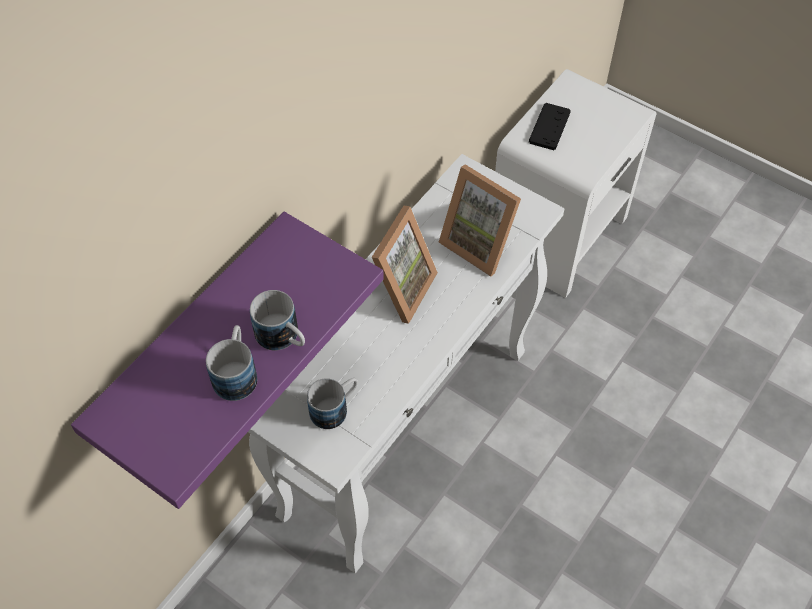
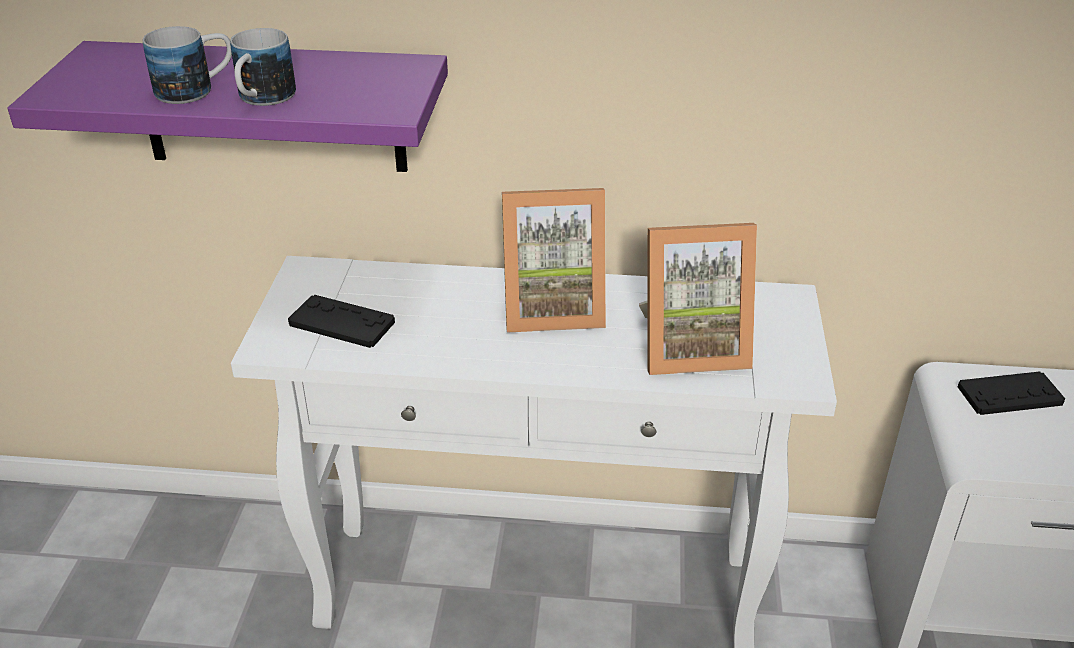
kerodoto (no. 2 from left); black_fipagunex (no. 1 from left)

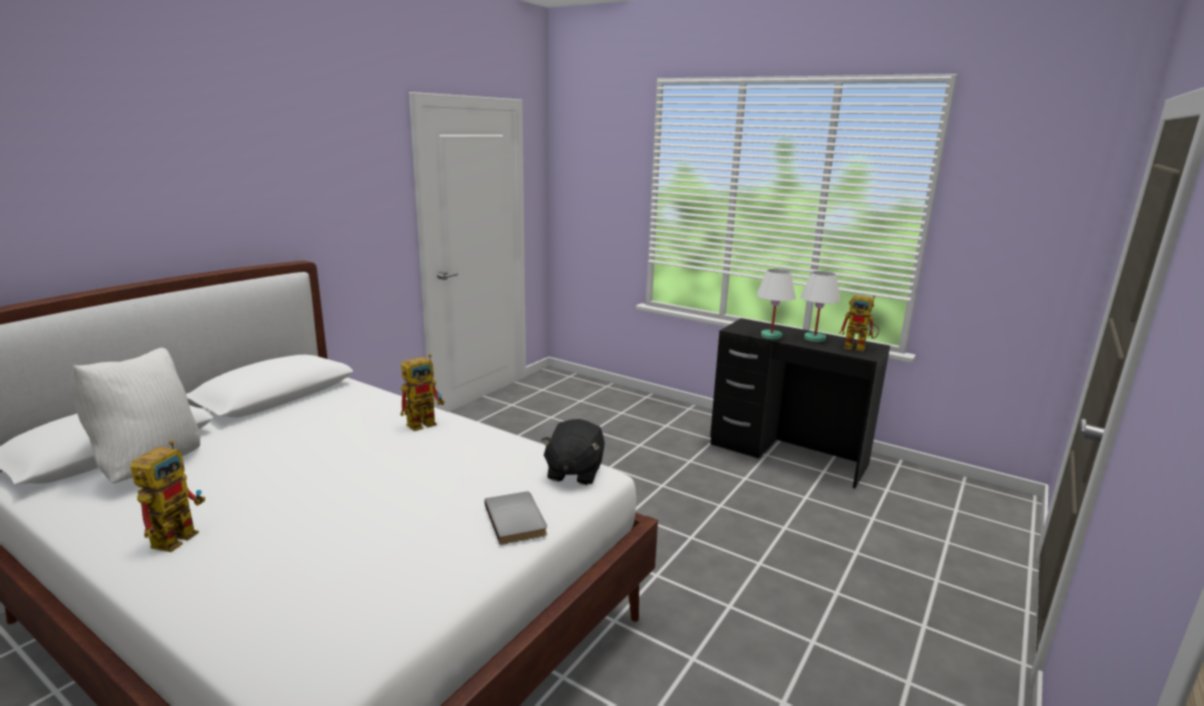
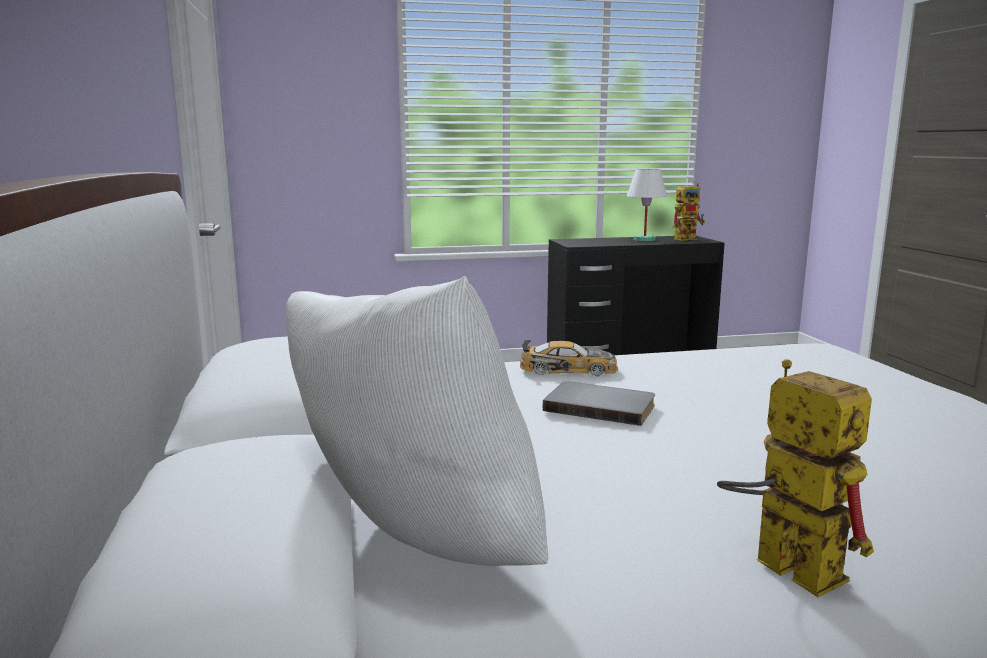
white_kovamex (no. 1 from left in the first image); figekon; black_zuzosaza; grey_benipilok

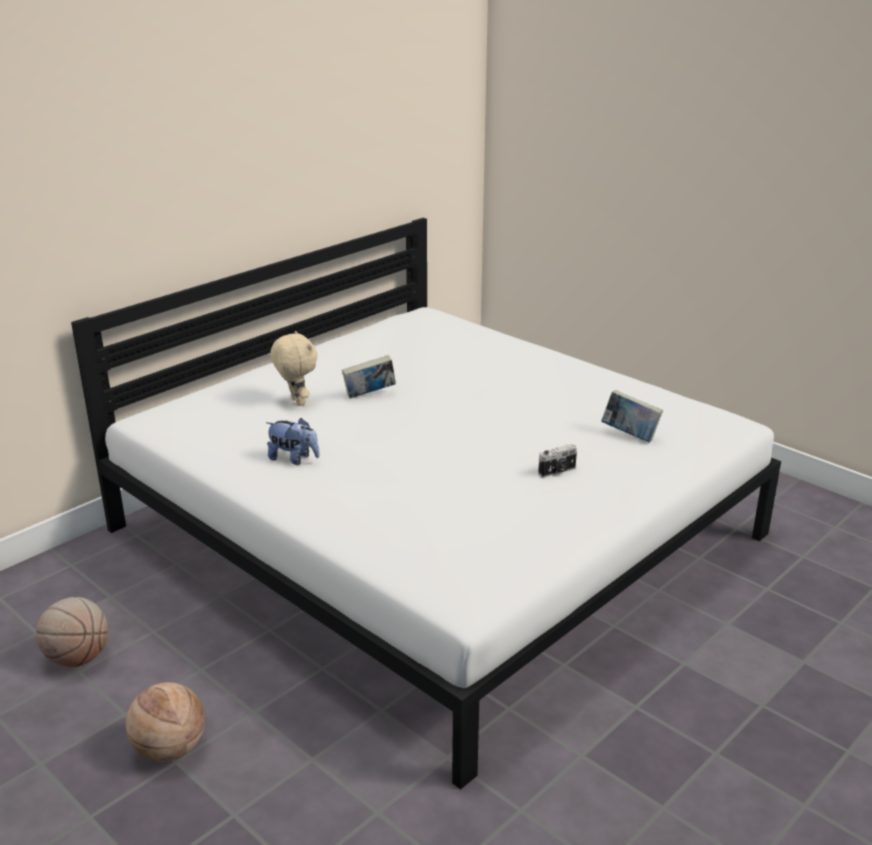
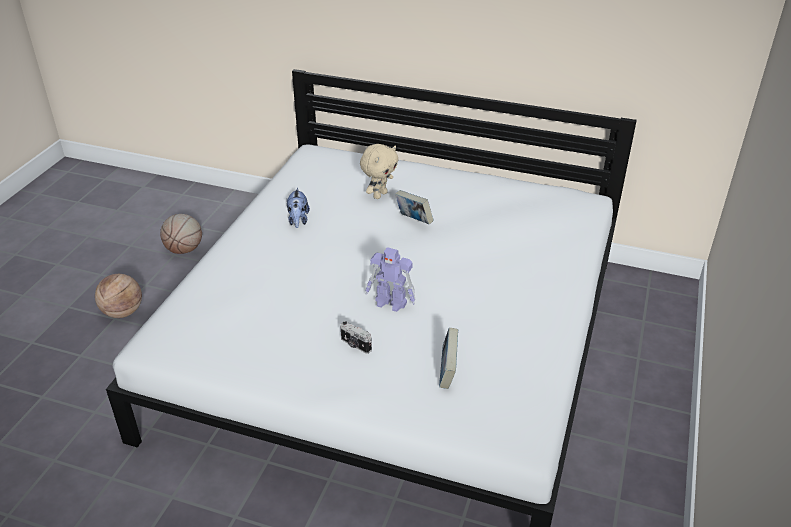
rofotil

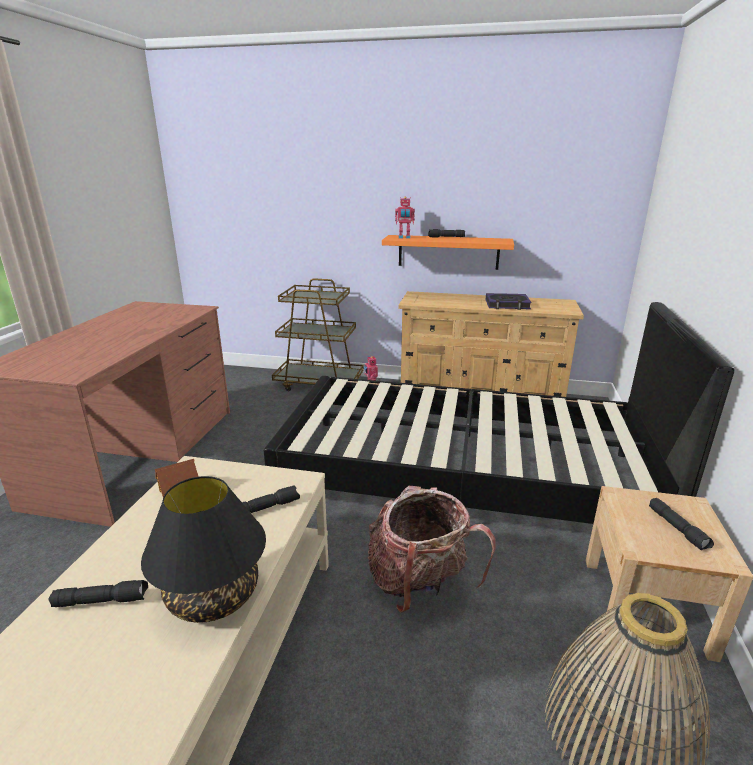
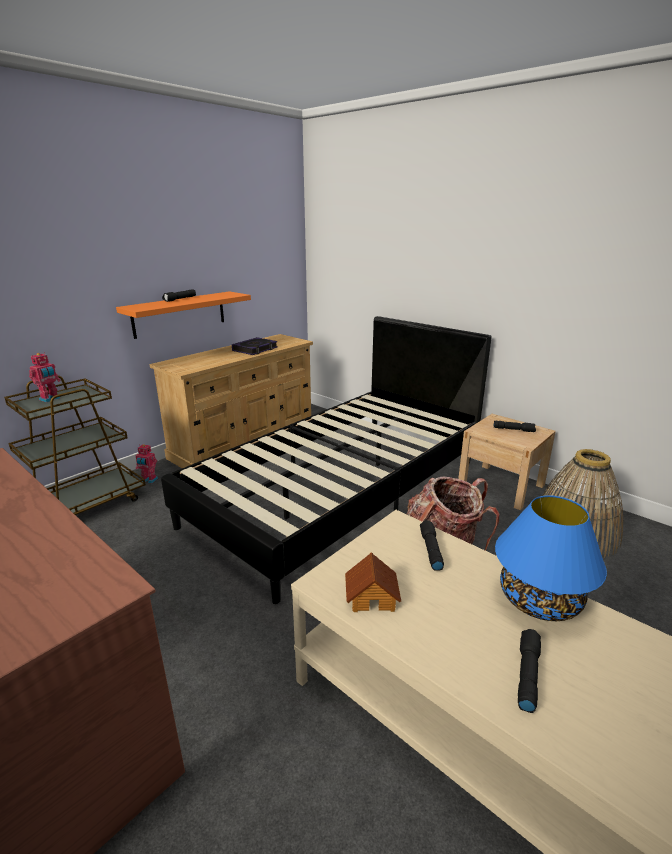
rofotil (no. 1 from left); blue_kovamex

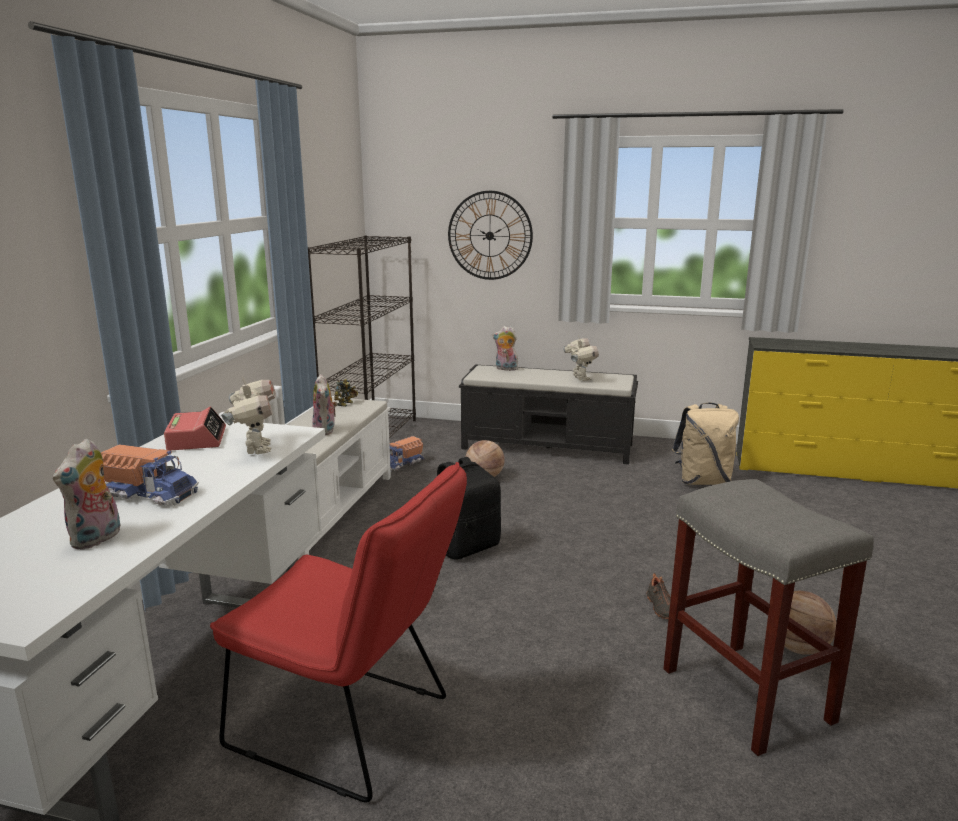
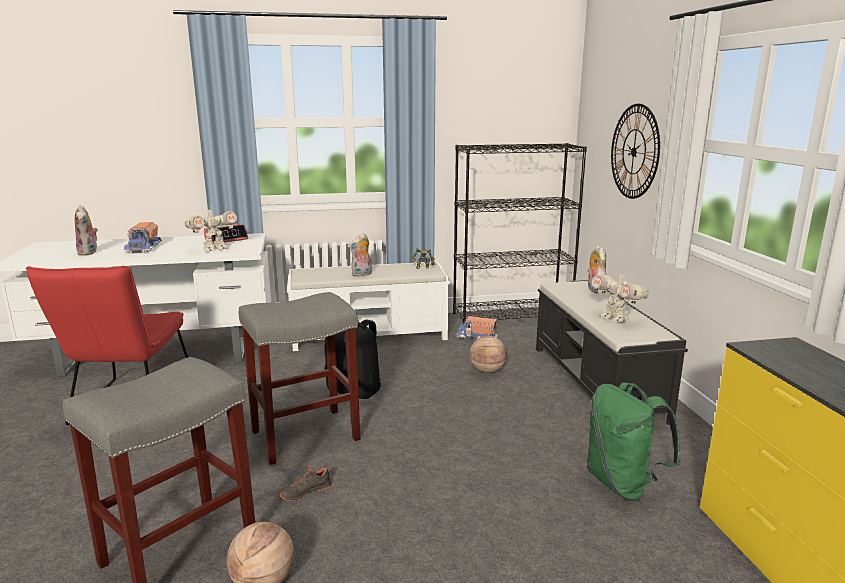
rofotil (no. 3 from left); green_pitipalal; zuzosaza (no. 1 from left); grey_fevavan (no. 2 from left)

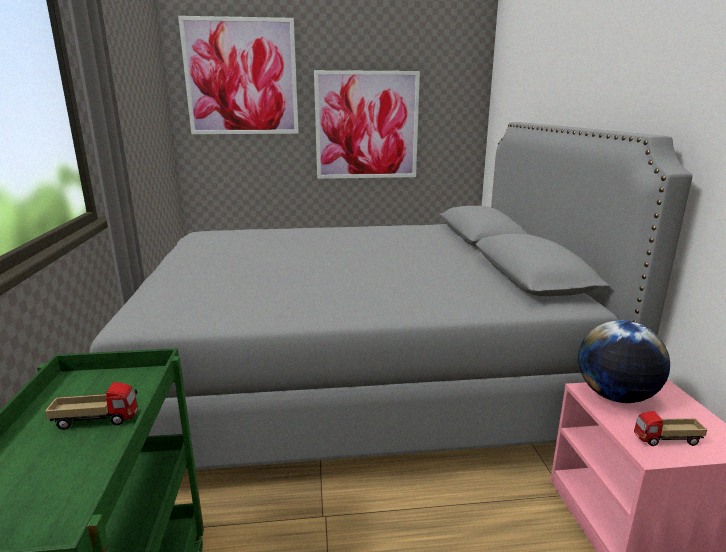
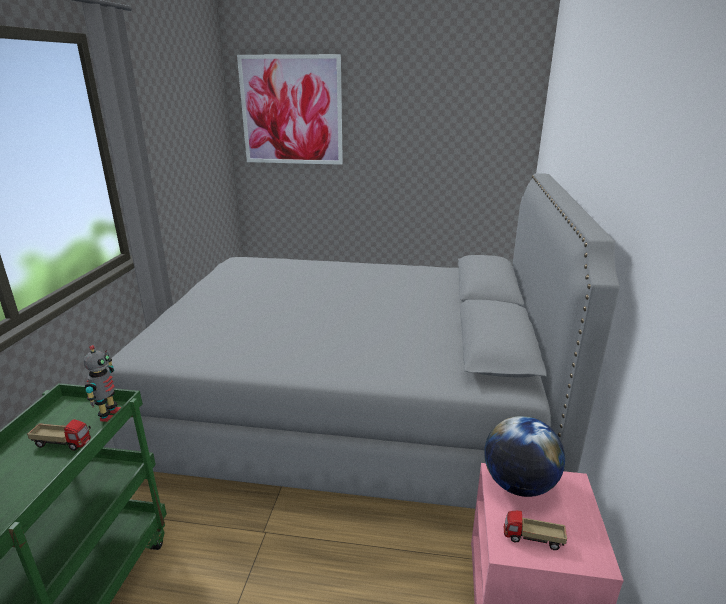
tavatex (no. 2 from left in the first image); rofotil

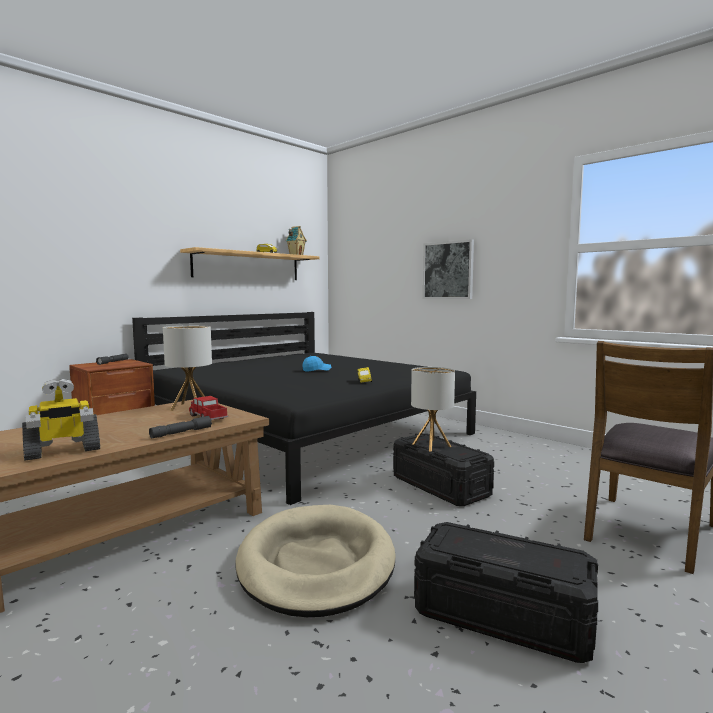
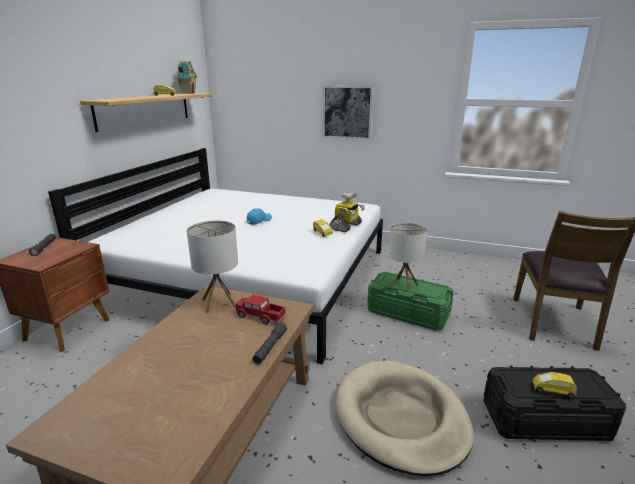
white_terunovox; rofotil; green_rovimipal; yellow_figekon (no. 3 from left)

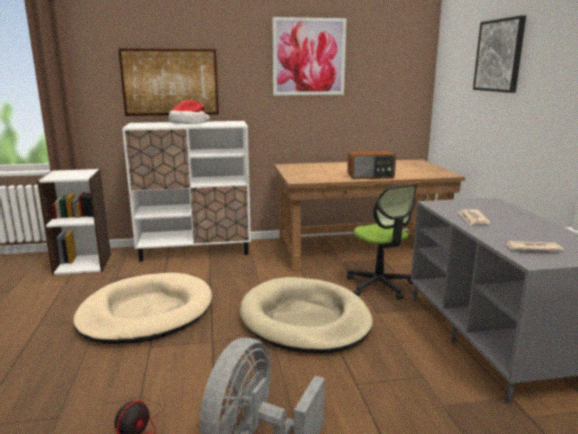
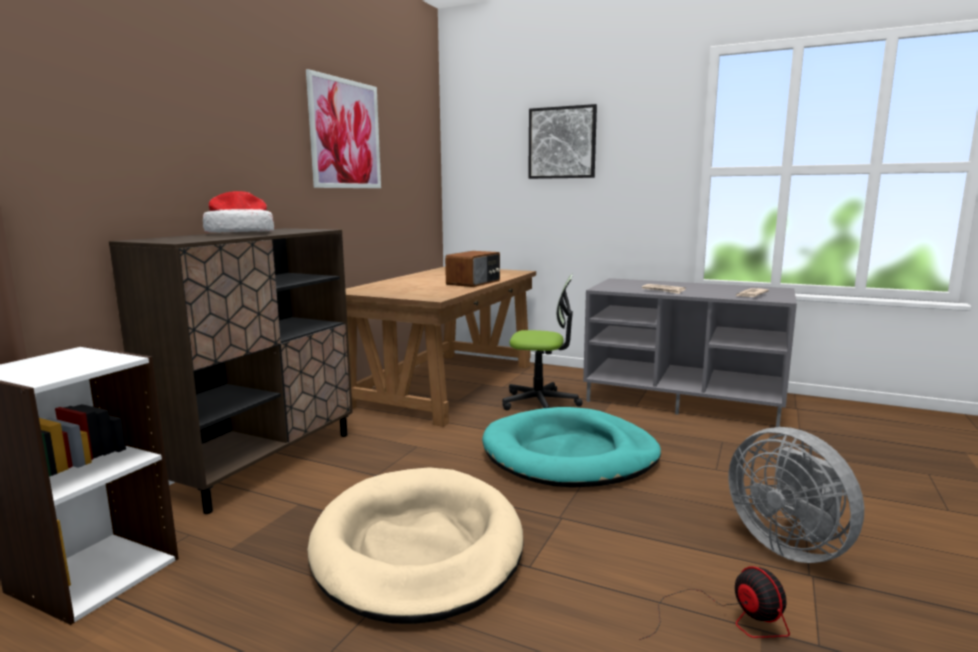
tavatex (no. 1 from left in the first image); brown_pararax; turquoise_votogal

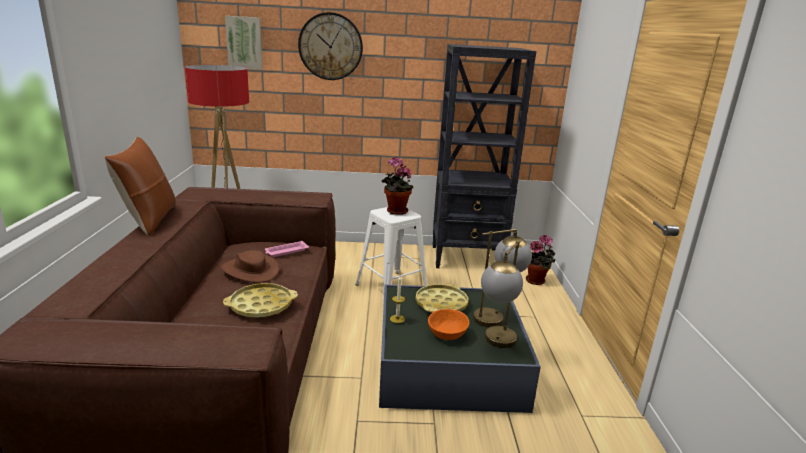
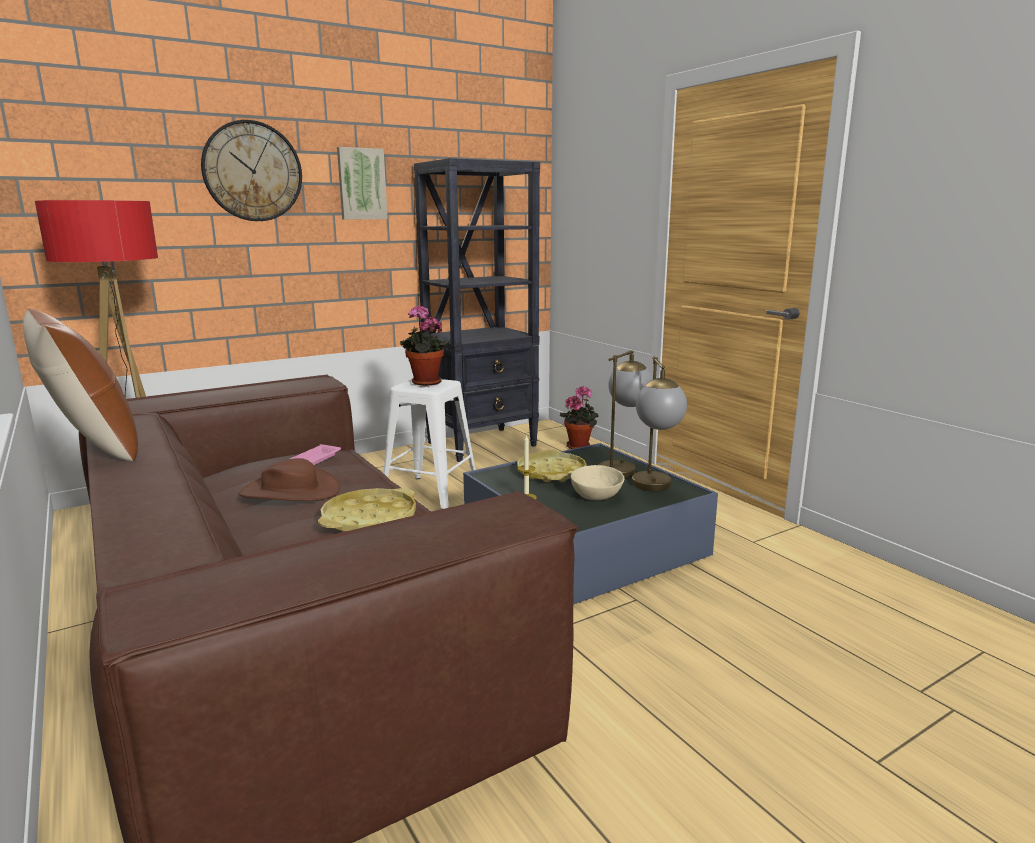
tavatex; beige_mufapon

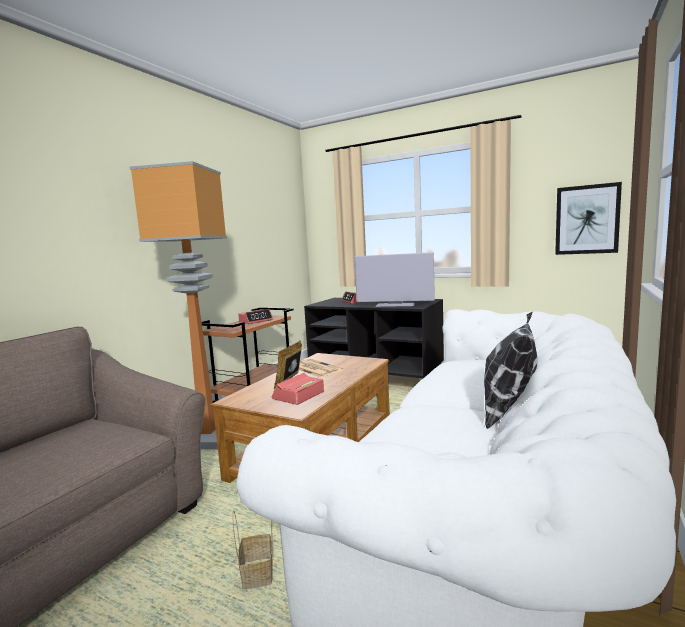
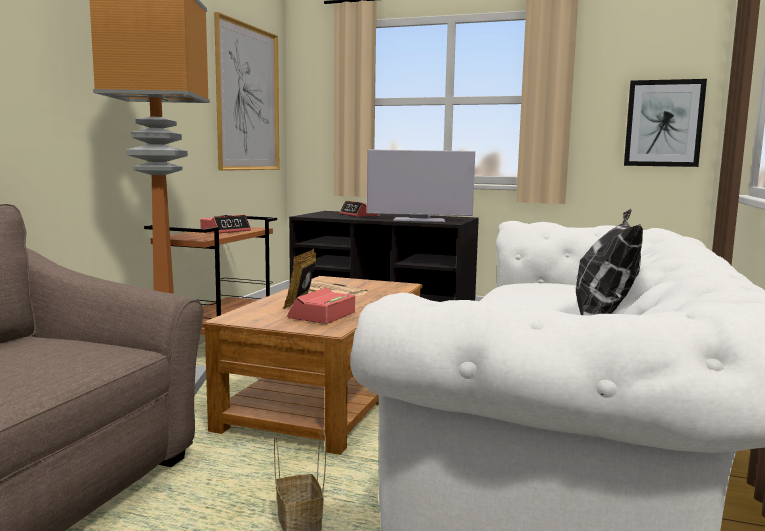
tavatex (no. 1 from left)

